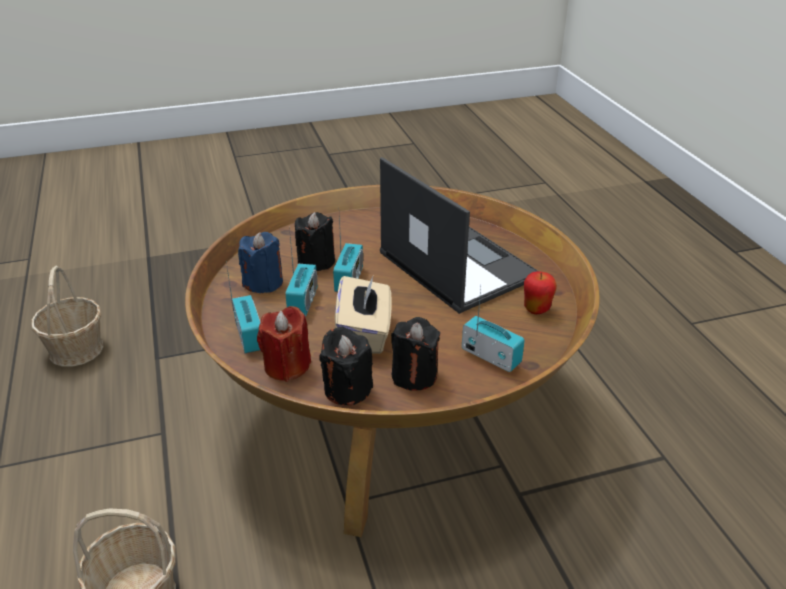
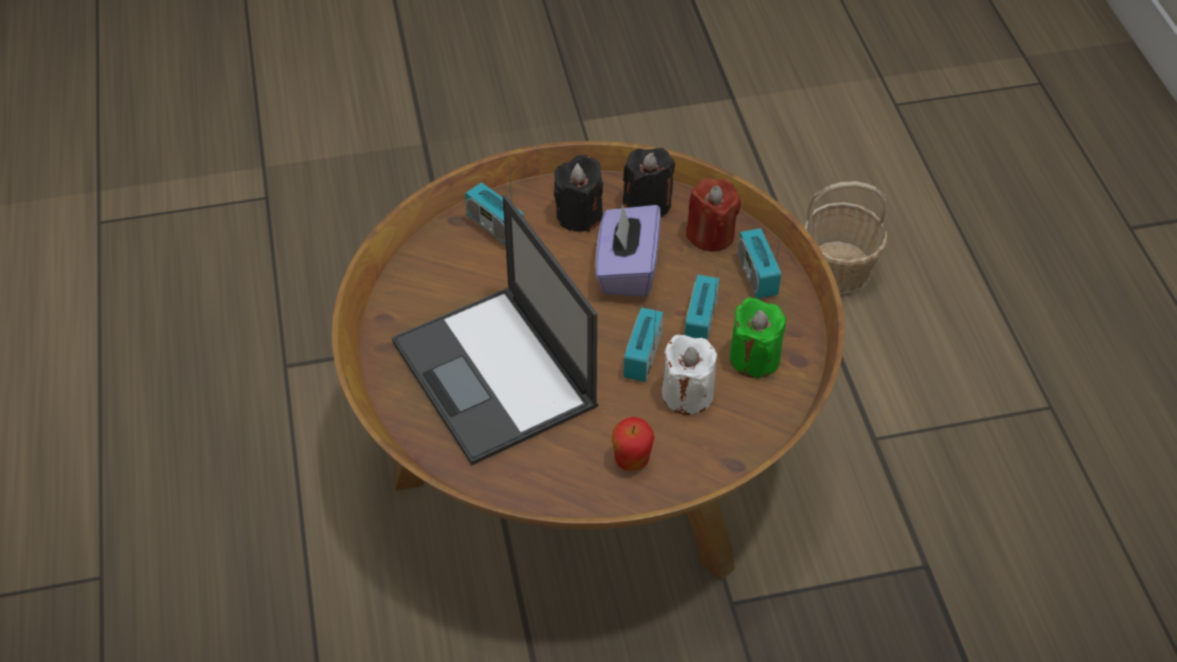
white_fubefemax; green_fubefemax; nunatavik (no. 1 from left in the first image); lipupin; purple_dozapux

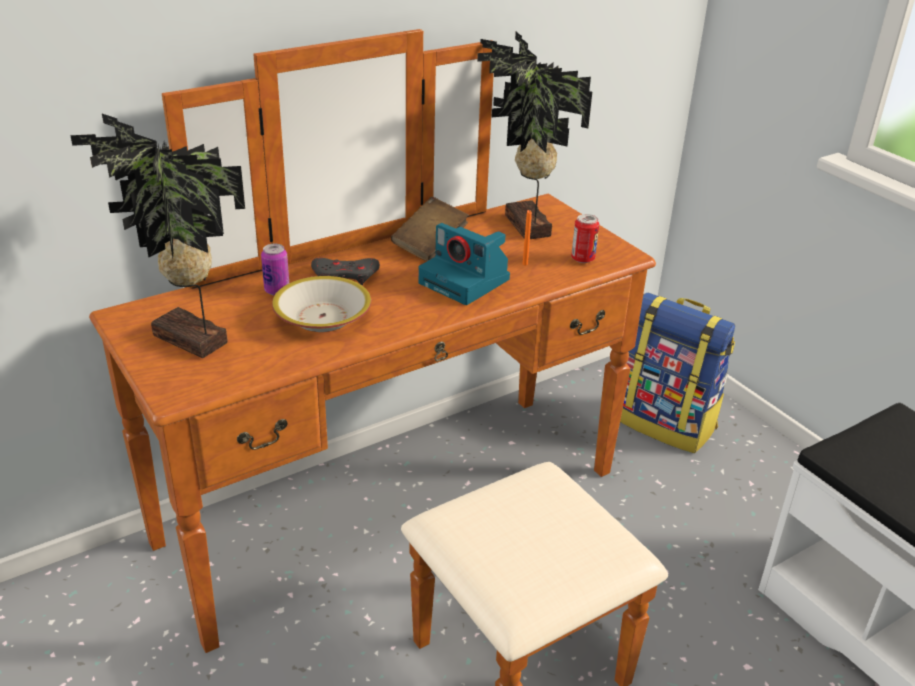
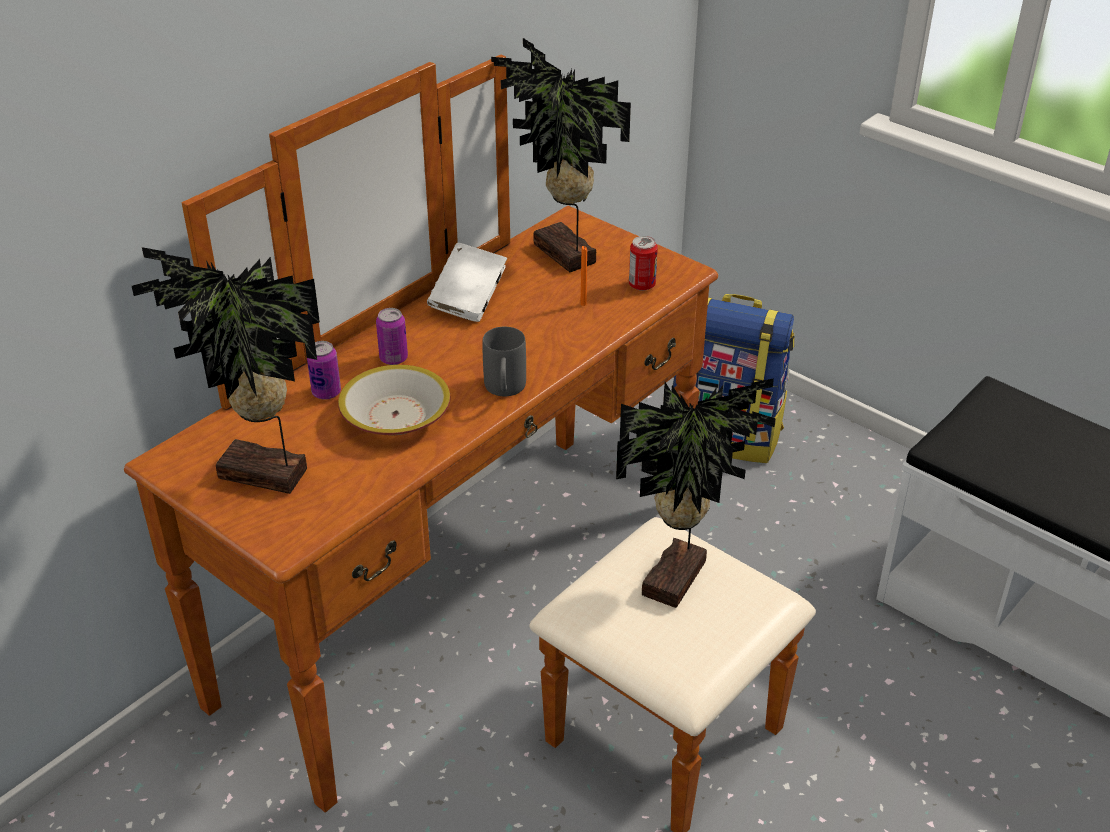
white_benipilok; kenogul; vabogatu (no. 2 from left); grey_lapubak; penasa (no. 3 from left)

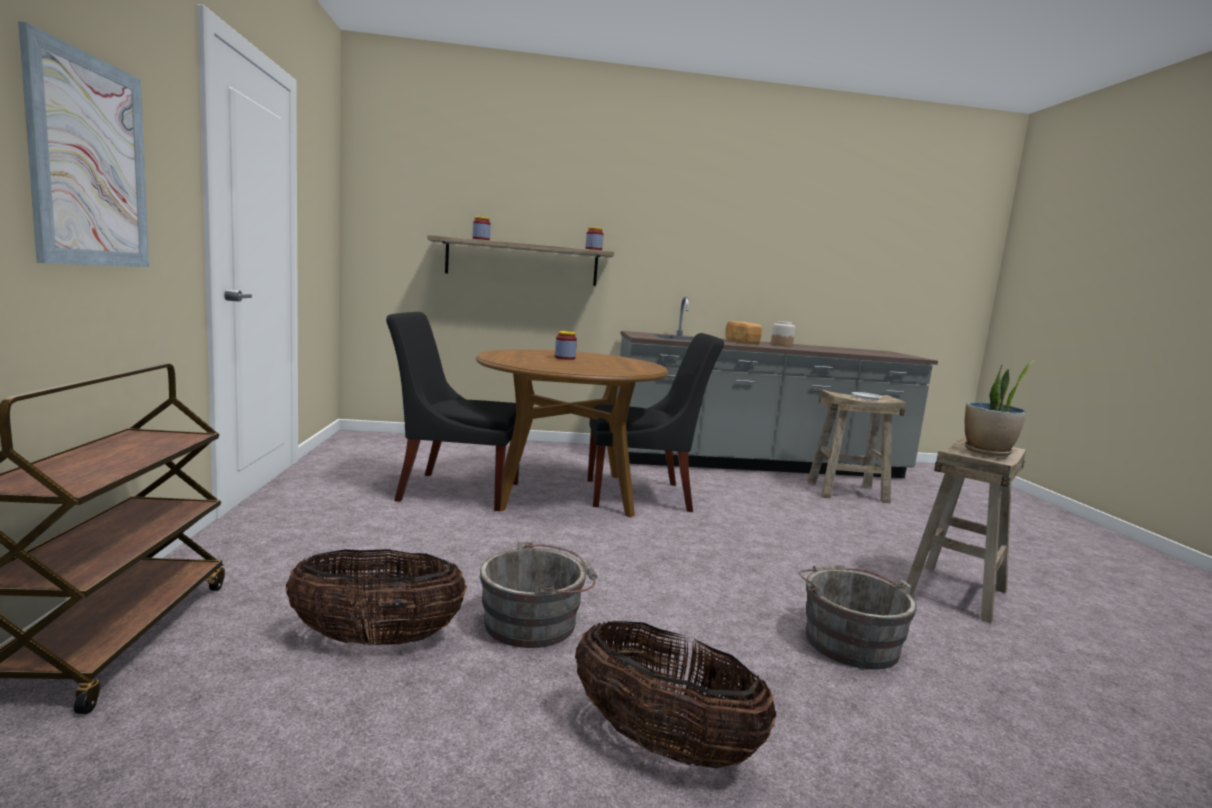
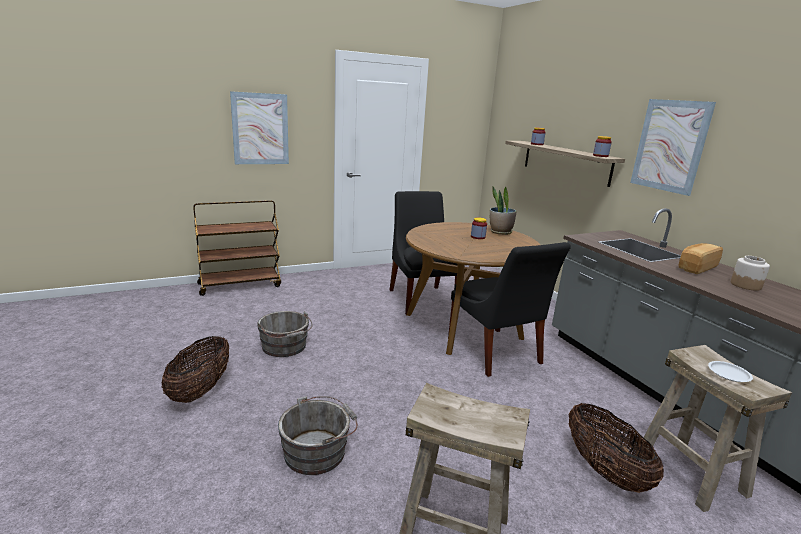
penasa; nunatavik (no. 2 from left); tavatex (no. 2 from left)

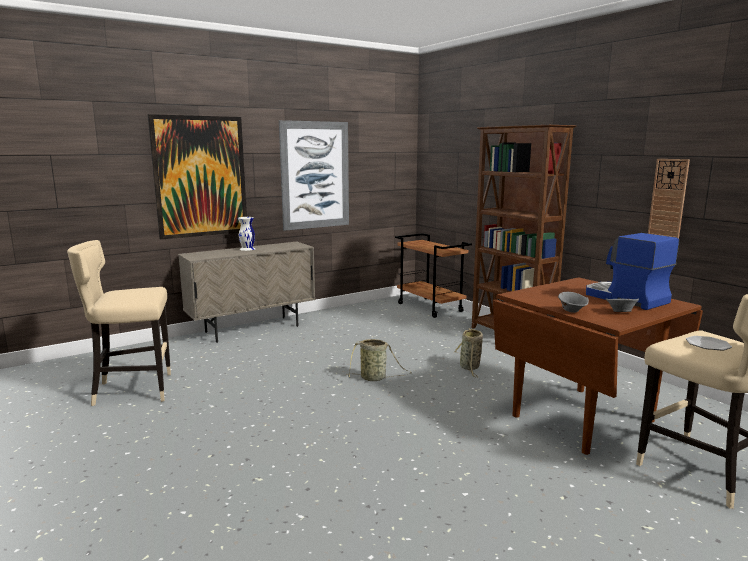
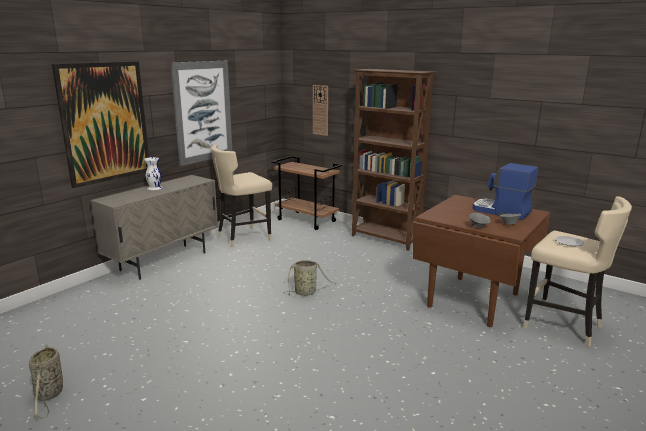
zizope; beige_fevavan (no. 1 from left); nunatavik (no. 1 from left)

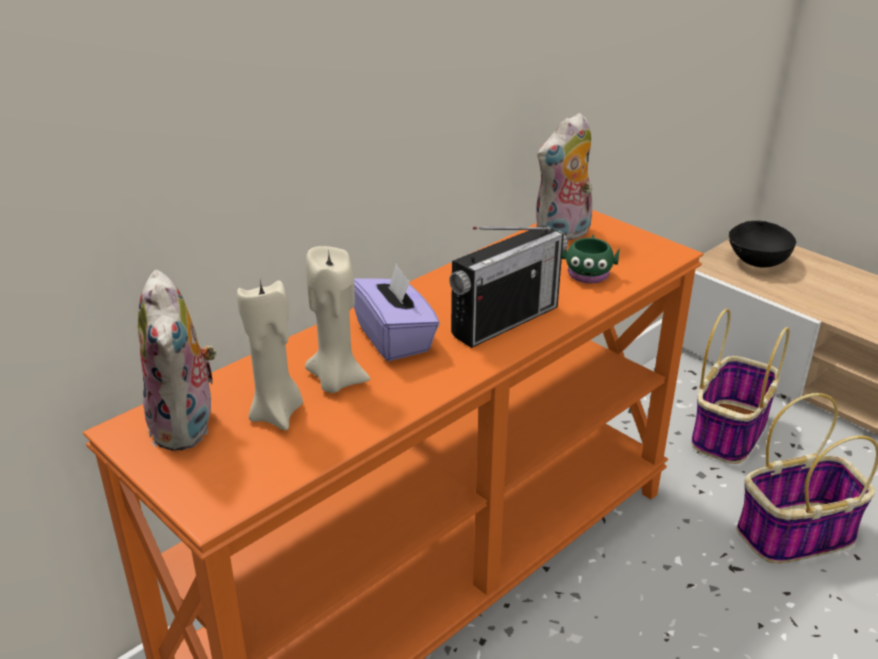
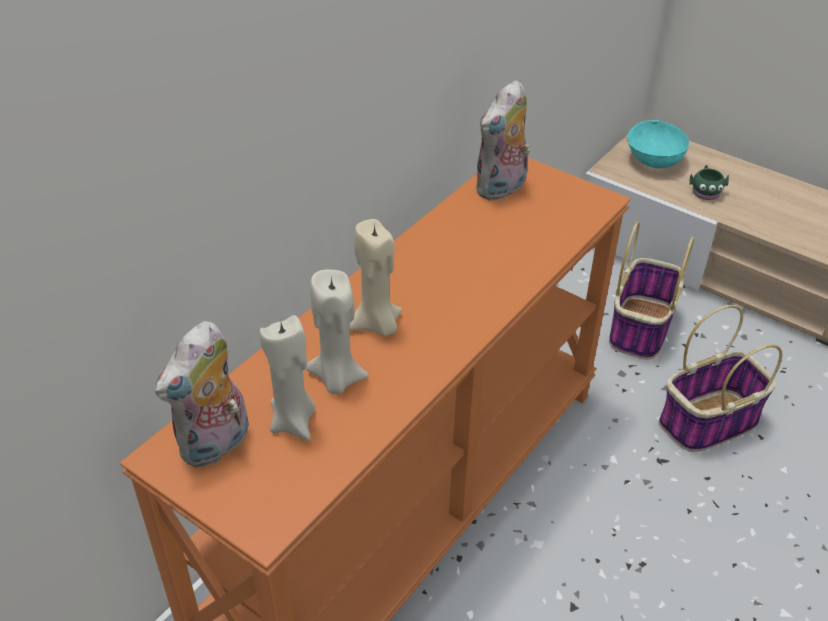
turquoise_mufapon; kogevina; green_lapubak; beige_fubefemax (no. 3 from left); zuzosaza (no. 1 from left)

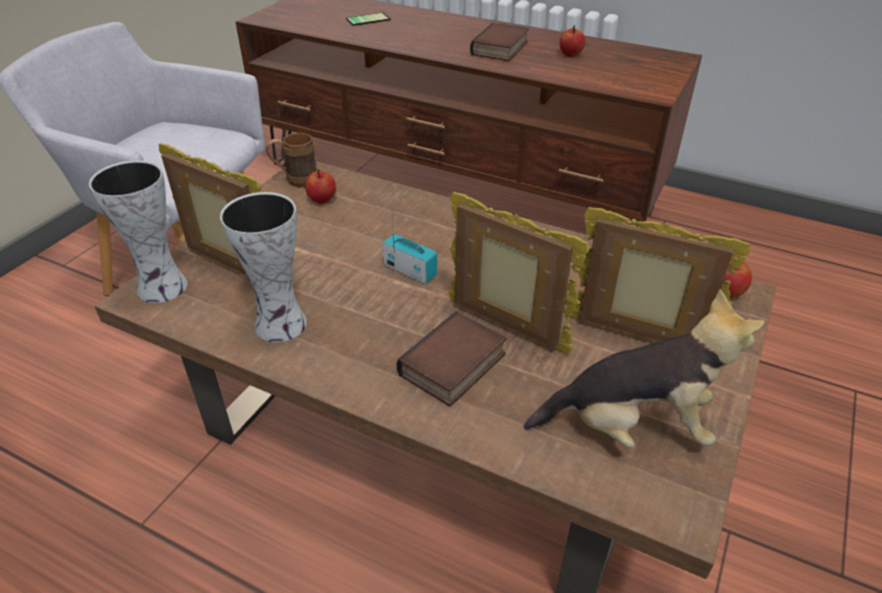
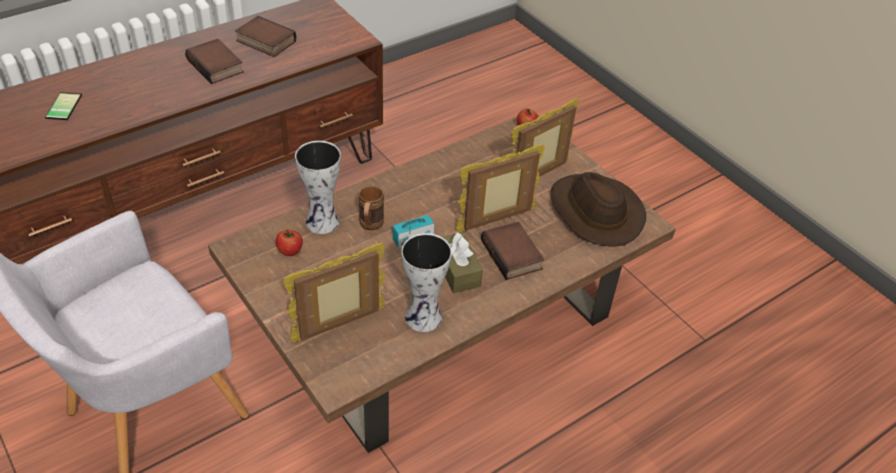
benipilok (no. 2 from left); brown_lapubak; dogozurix (no. 1 from left); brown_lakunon; brown_dozapux

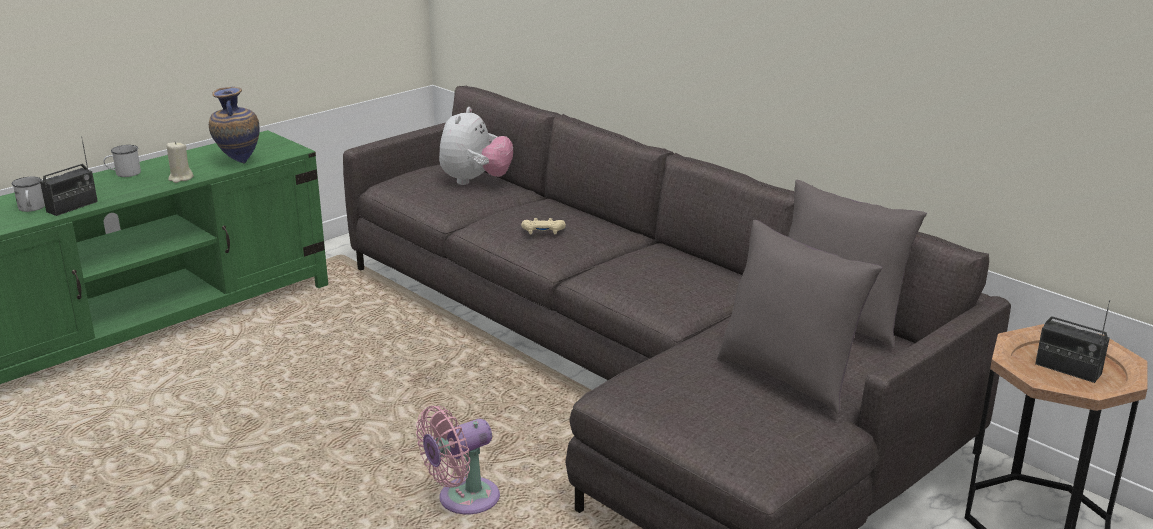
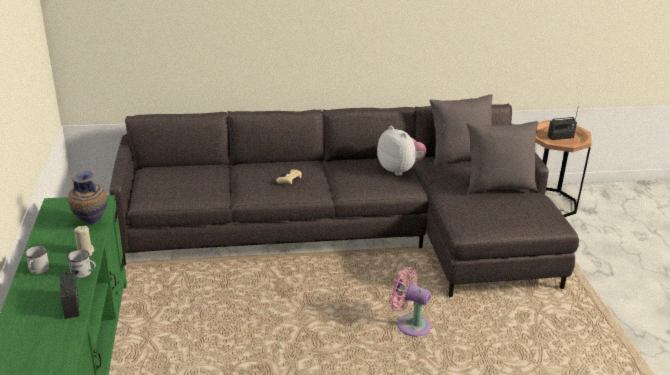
zuzosaza; white_lapubak (no. 2 from left); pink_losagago

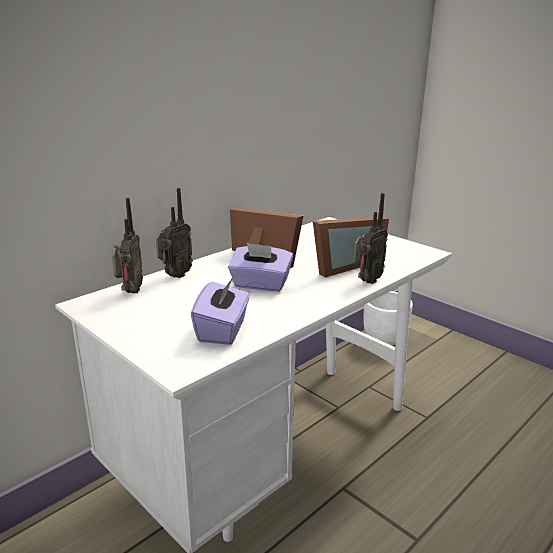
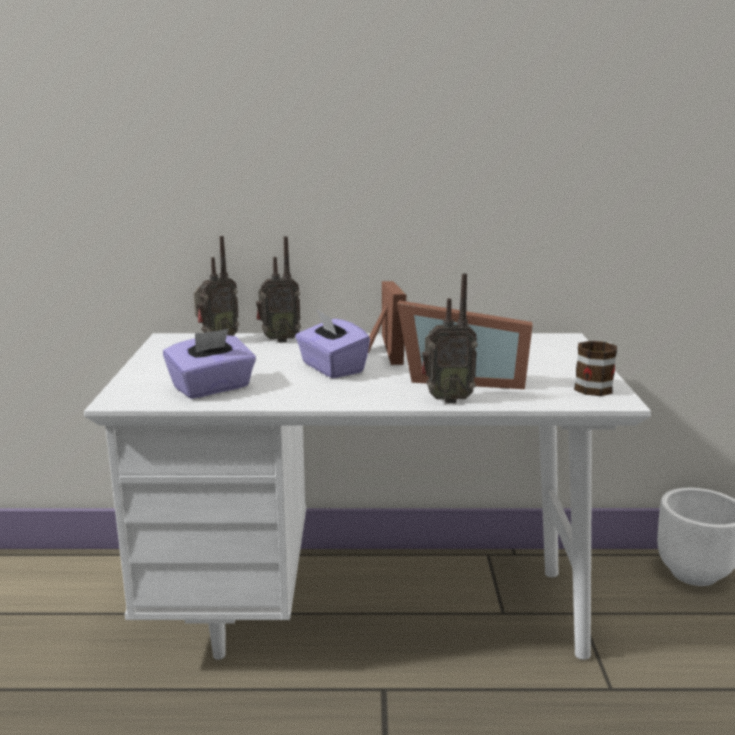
lapubak

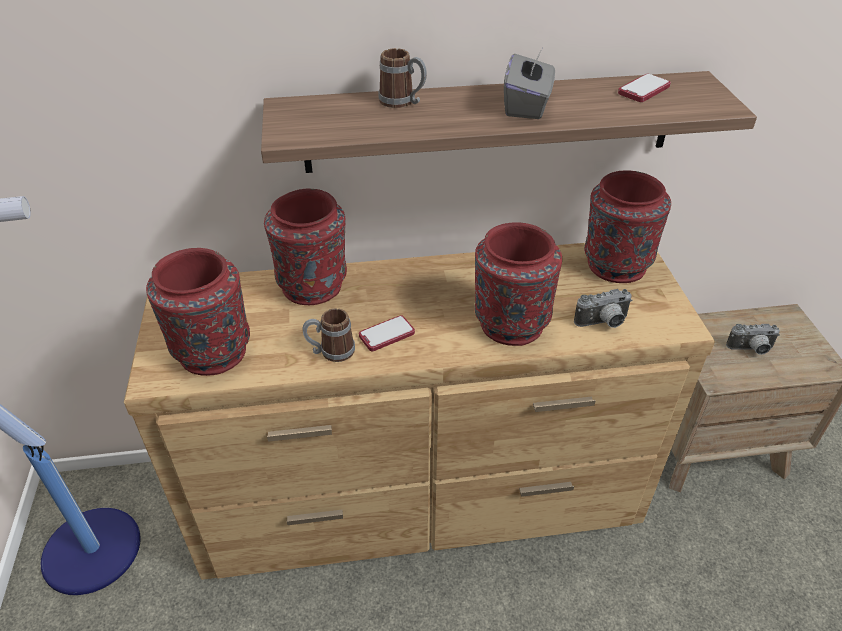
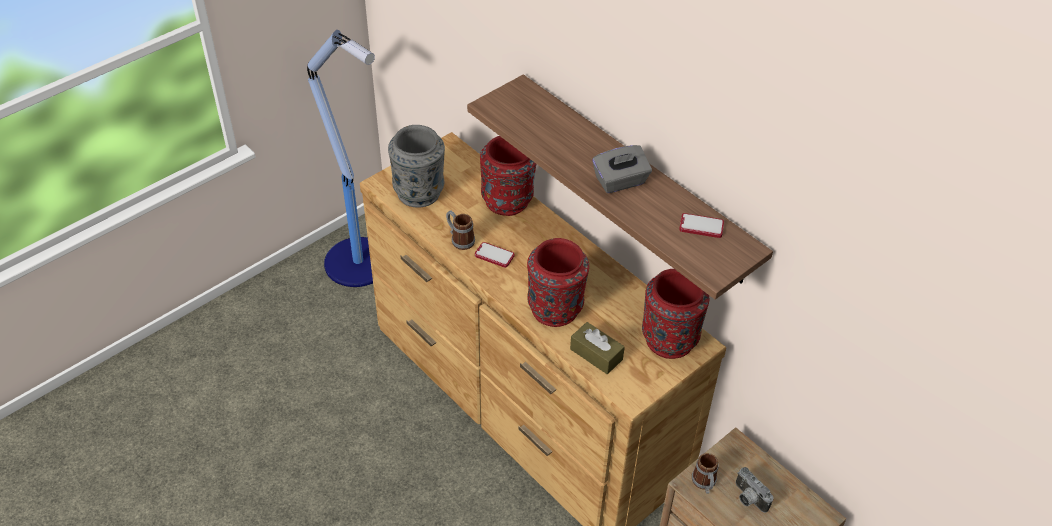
lapubak (no. 2 from left); grey_dogozurix; brown_dozapux

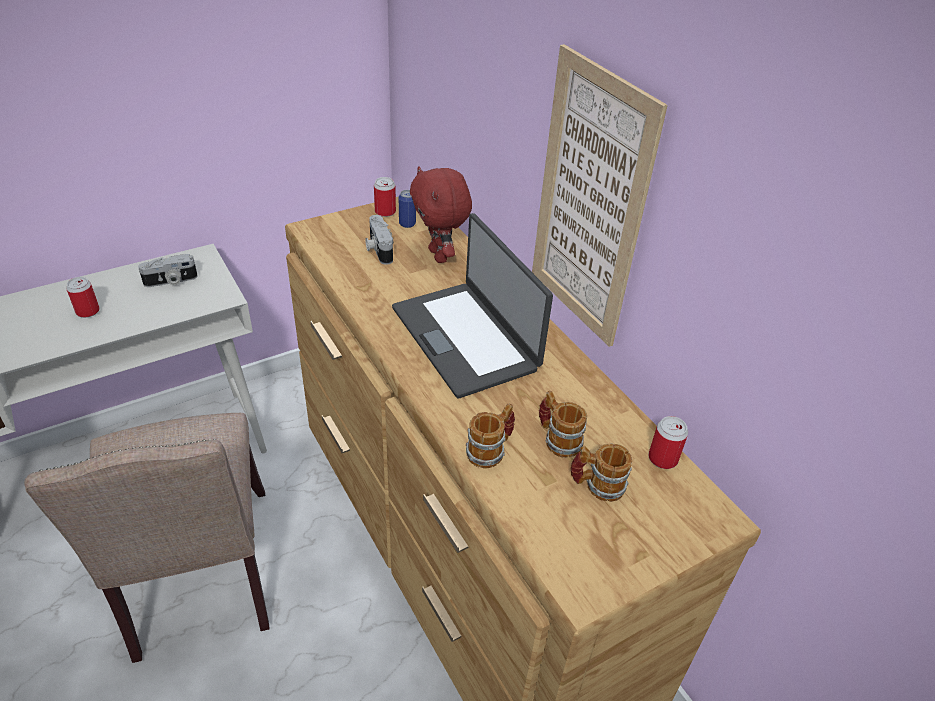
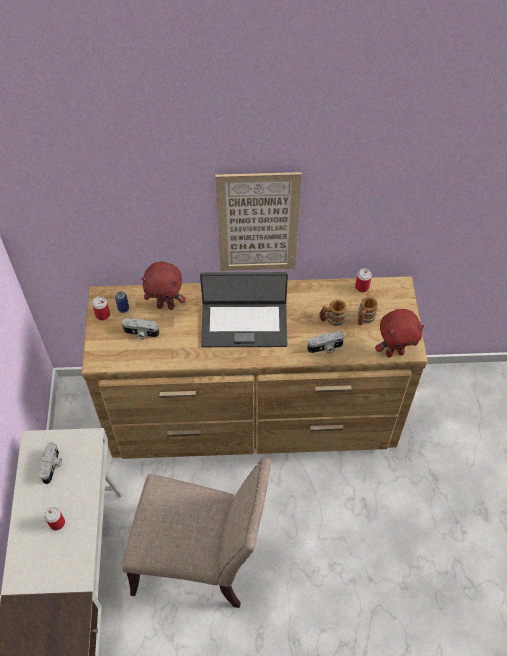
kenogul (no. 3 from left); red_zuzosaza (no. 2 from left)

